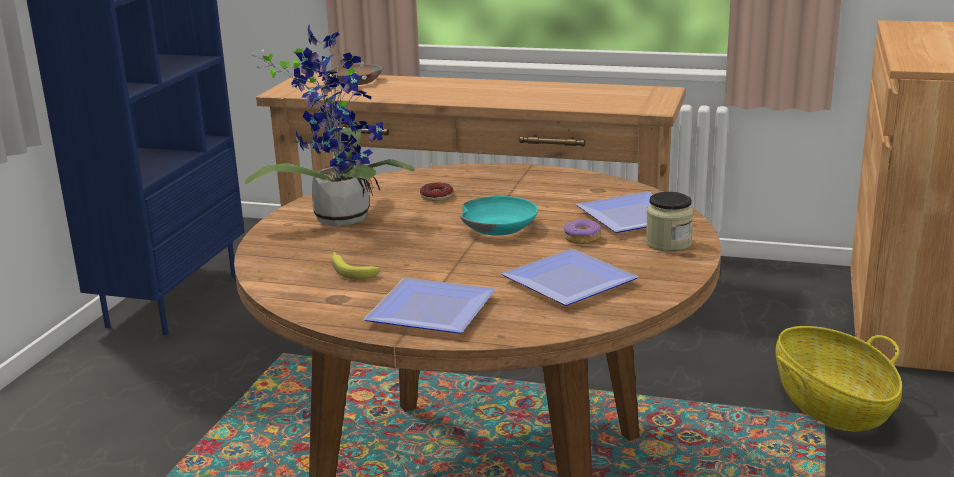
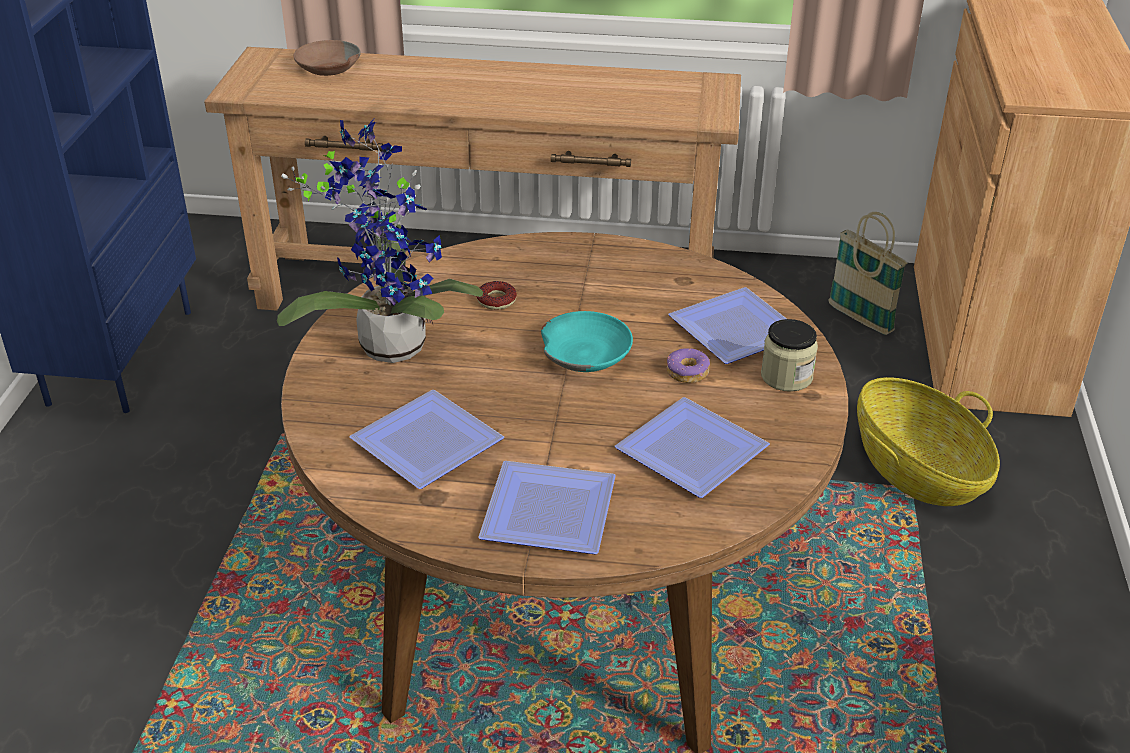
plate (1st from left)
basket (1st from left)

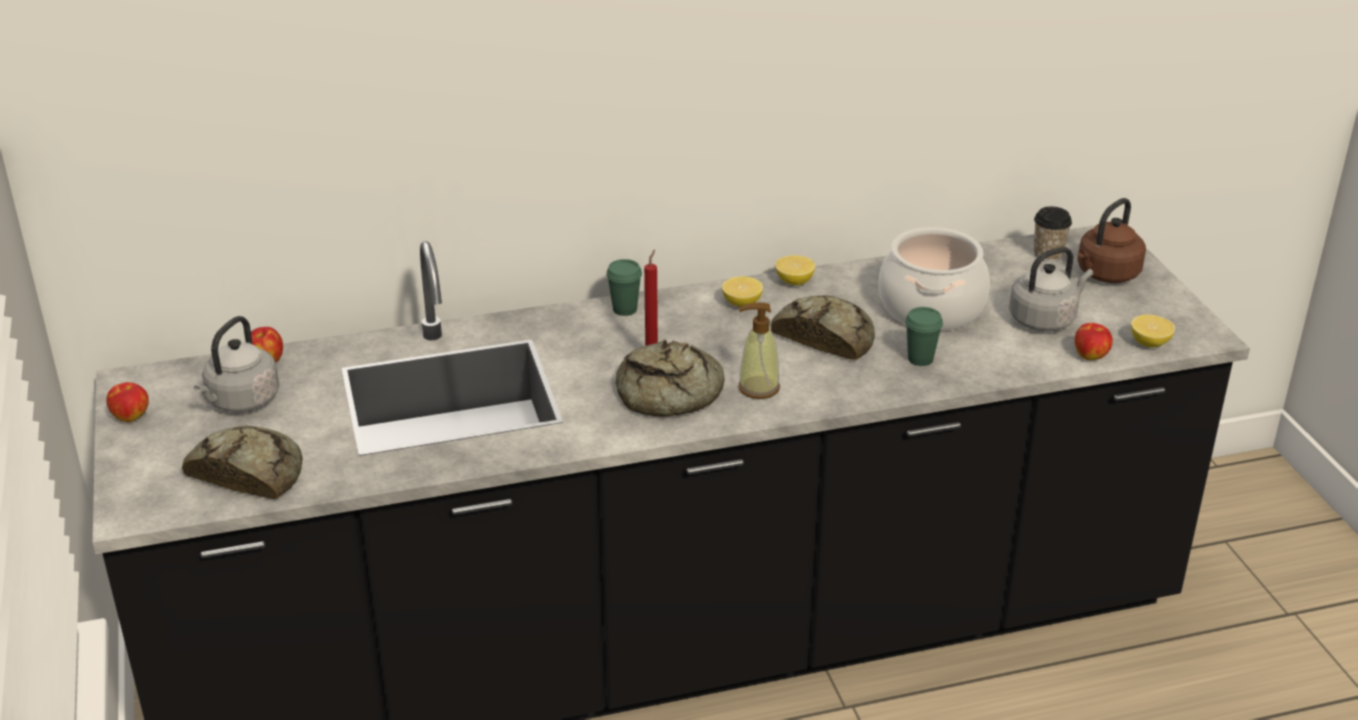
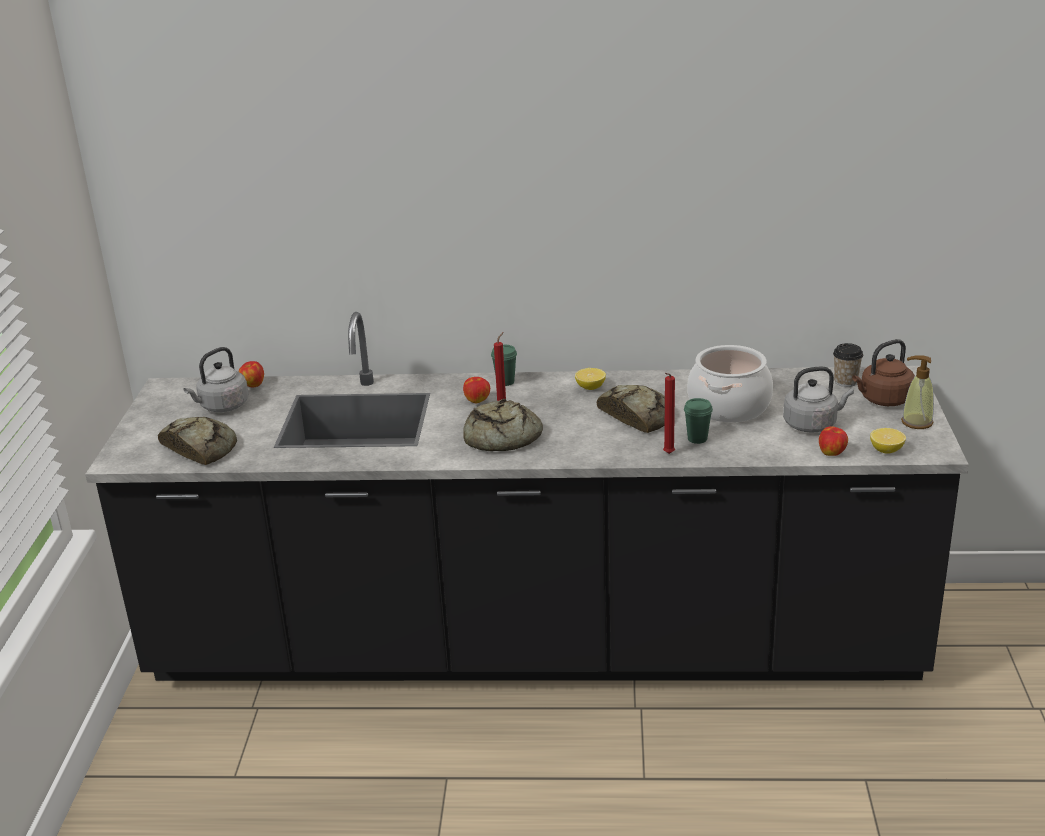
lemon (2nd from left in the first image)
soap_dispenser
apple (2nd from left)
red_candle (2nd from left)

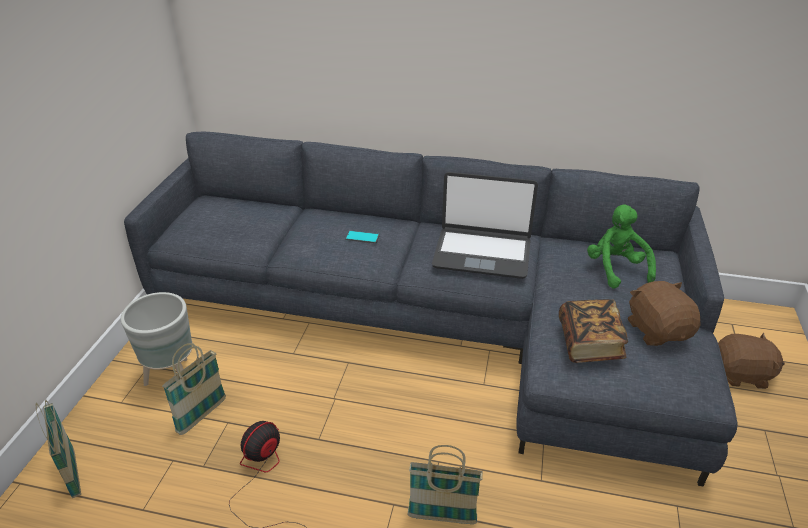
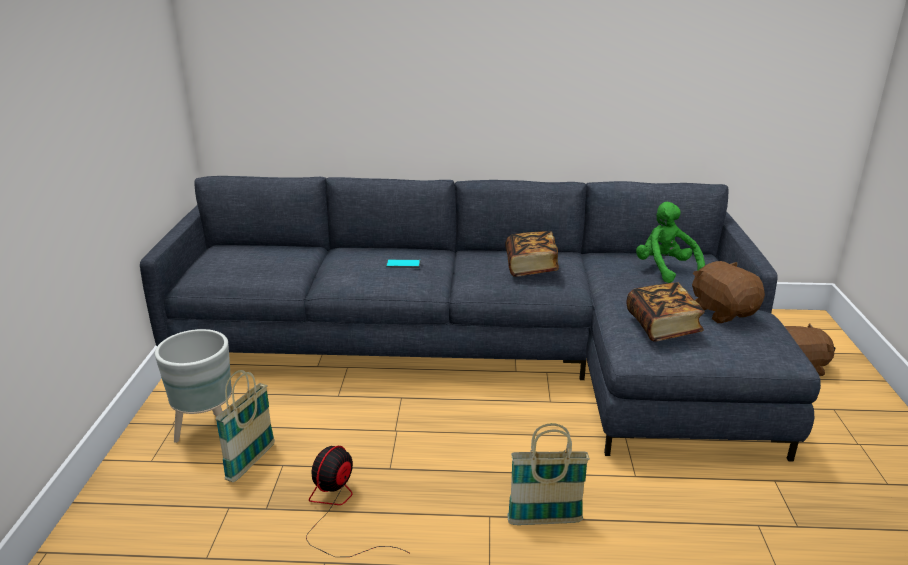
book (1st from left)
basket (1st from left in the first image)

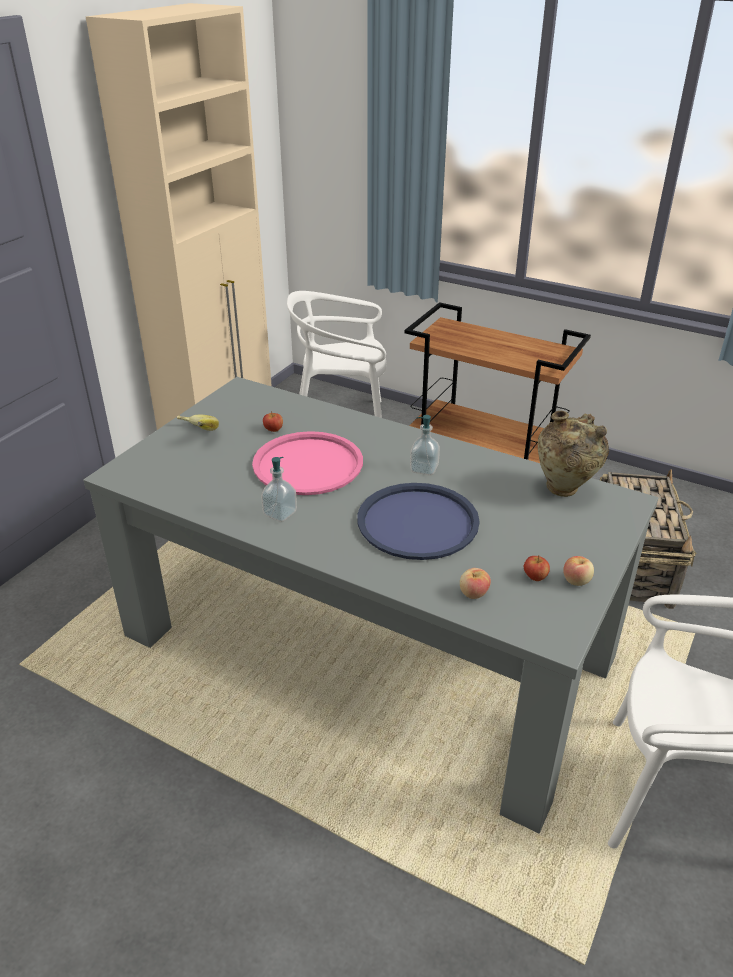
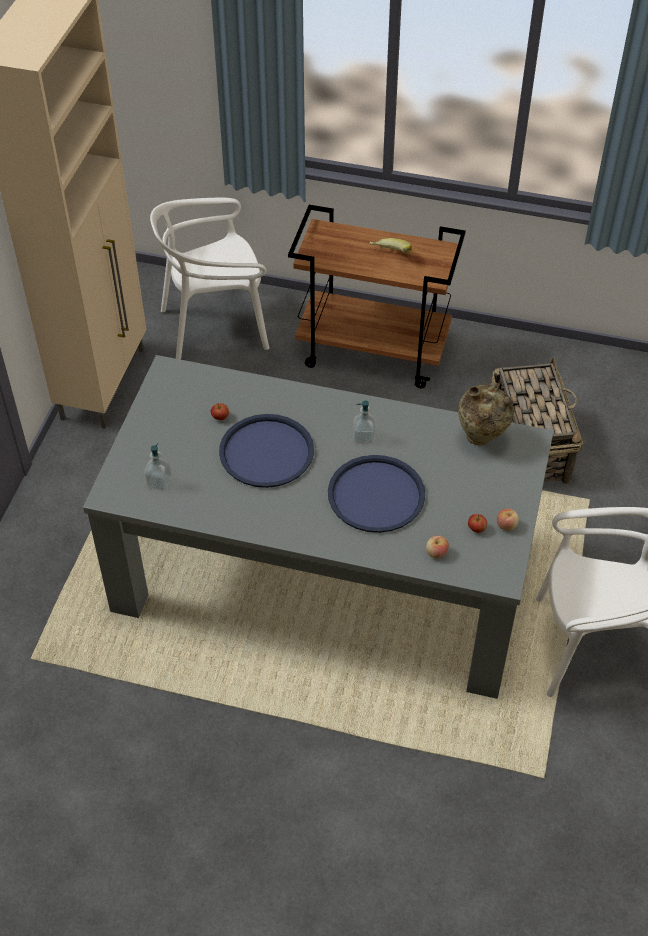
banana
blue_tray (1st from left)
soap_dispenser (1st from left)

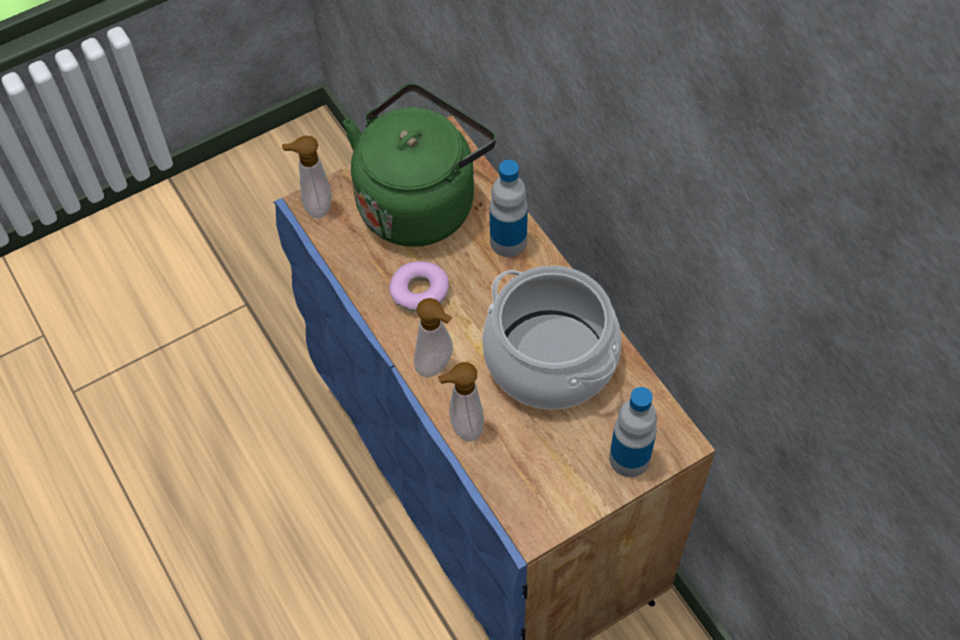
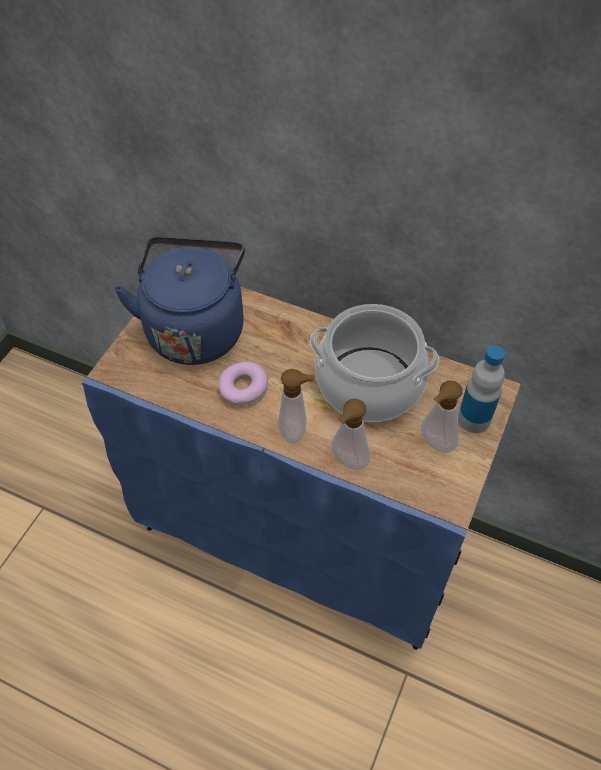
blue_kettle
soap_dispenser (3rd from left)
bottle (1st from left in the first image)

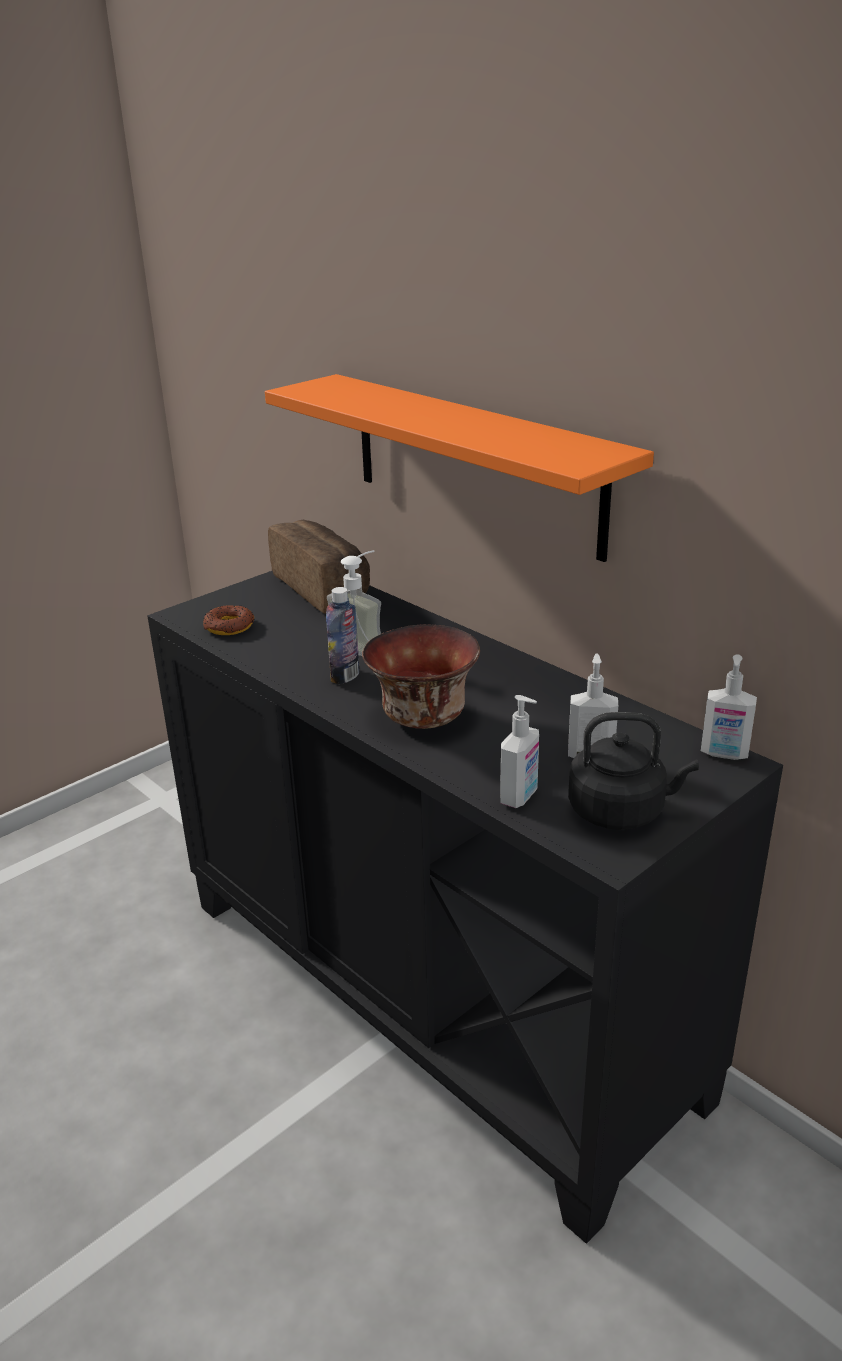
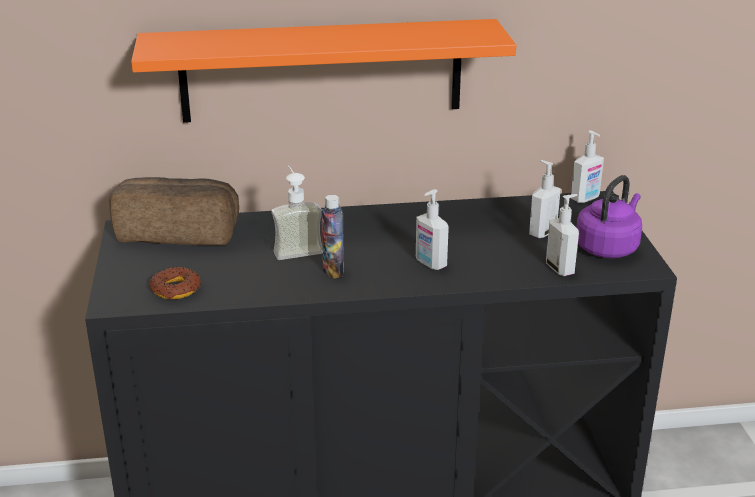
soap_dispenser (2nd from left)
purple_kettle

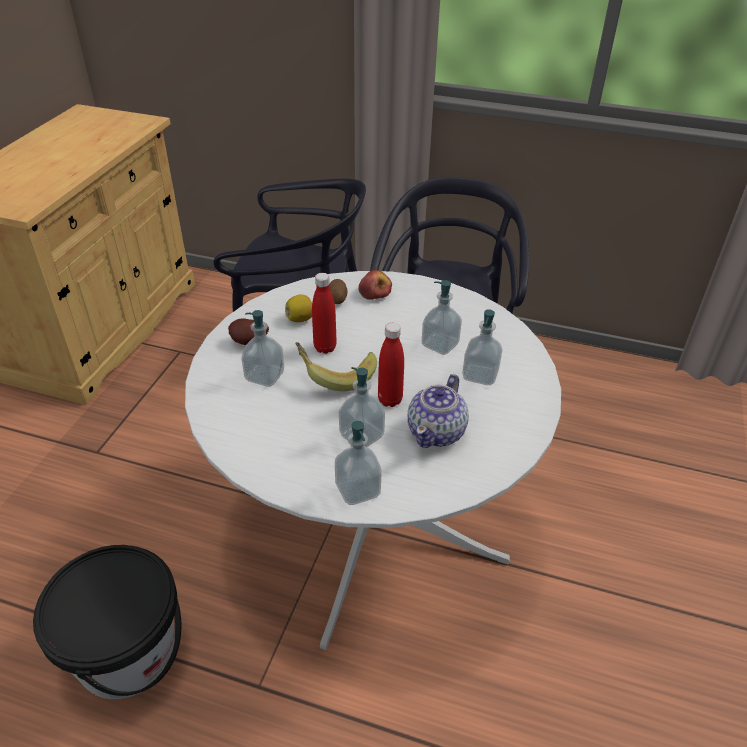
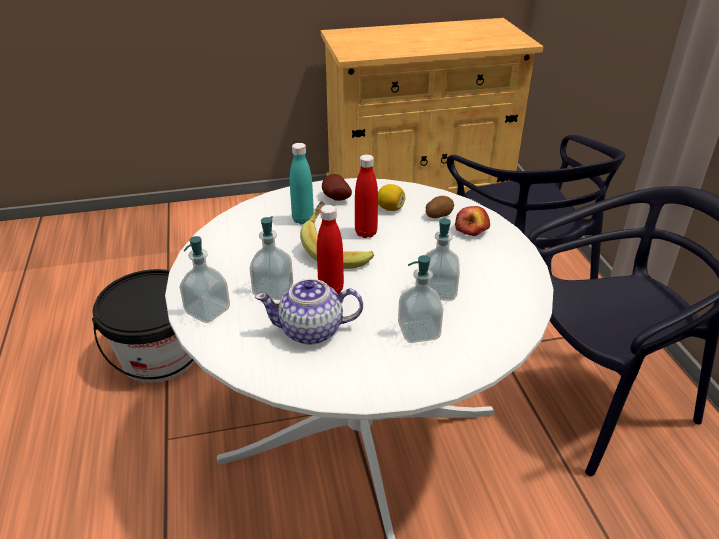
turquoise_bottle

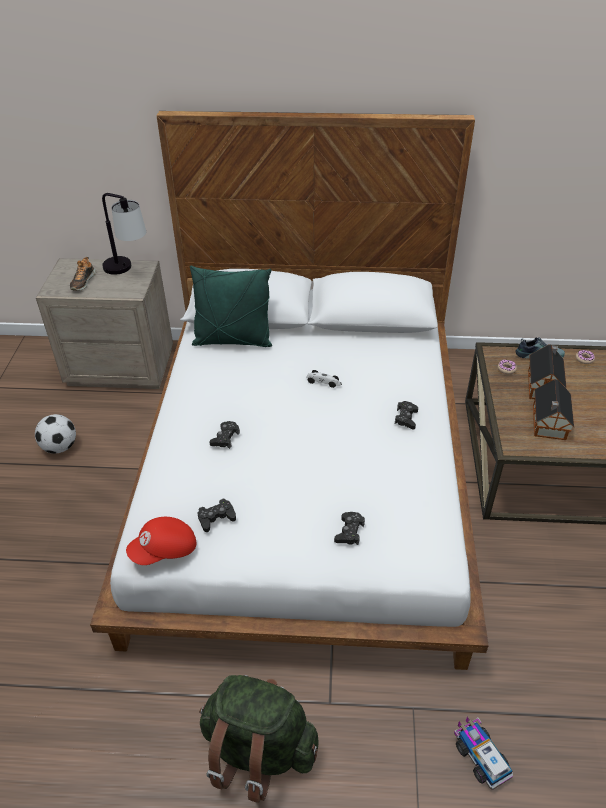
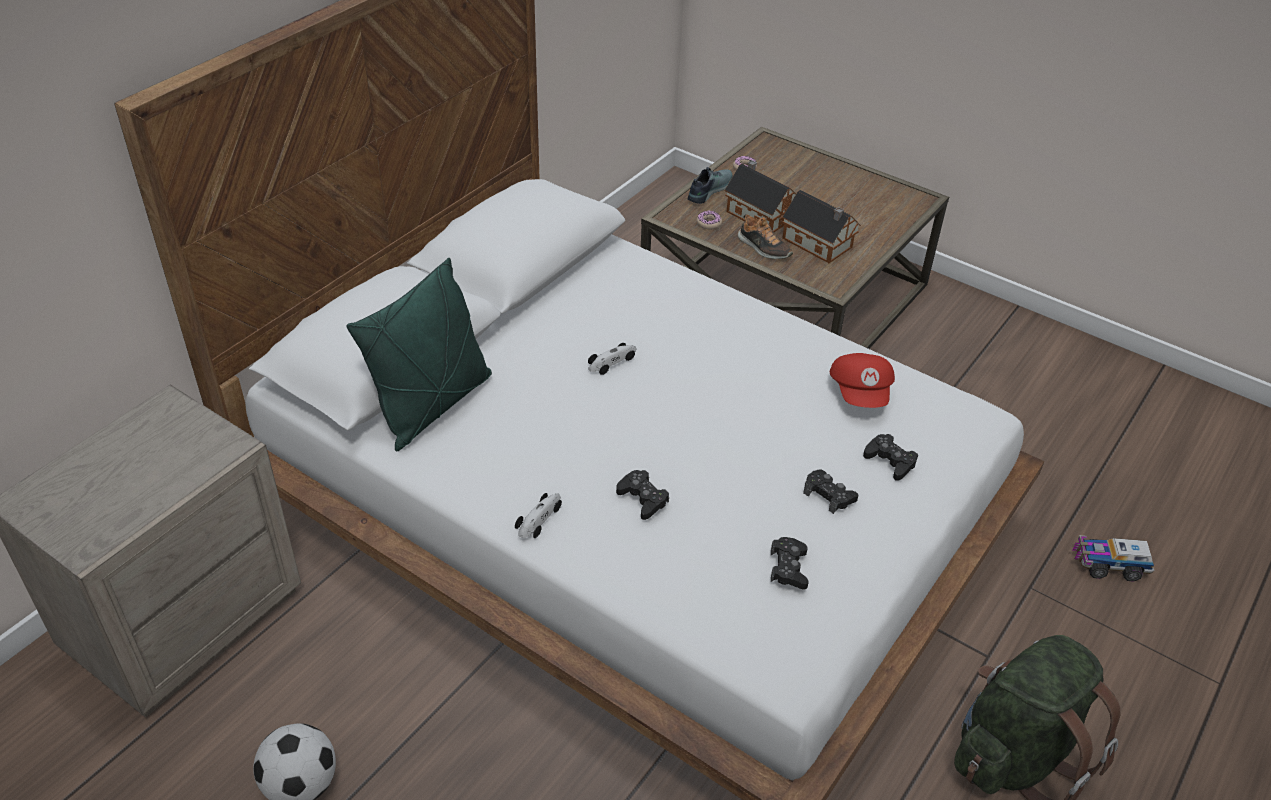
table_lamp
shoe (2nd from left)
black_game_controller (3rd from left)
red_cap
toy_car (1st from left)

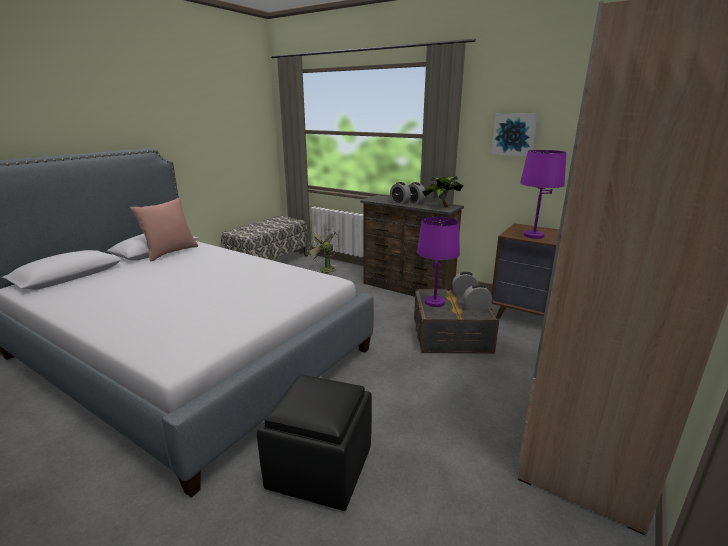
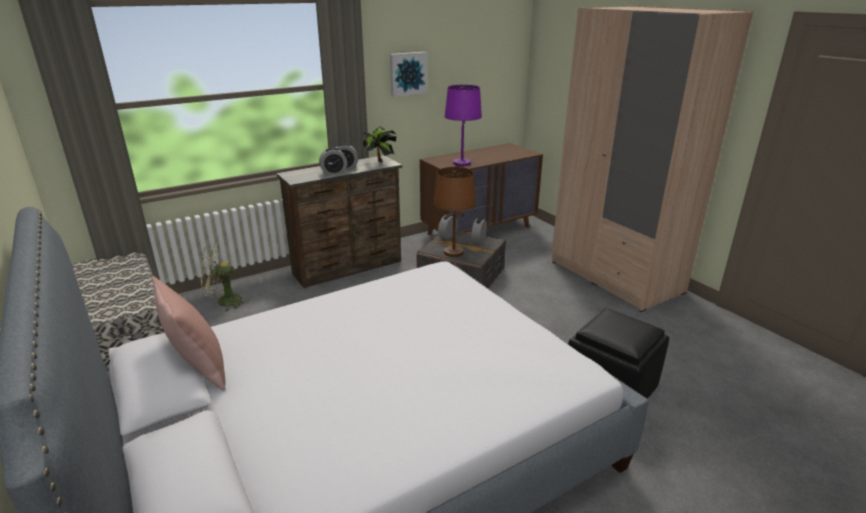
brown_table_lamp

